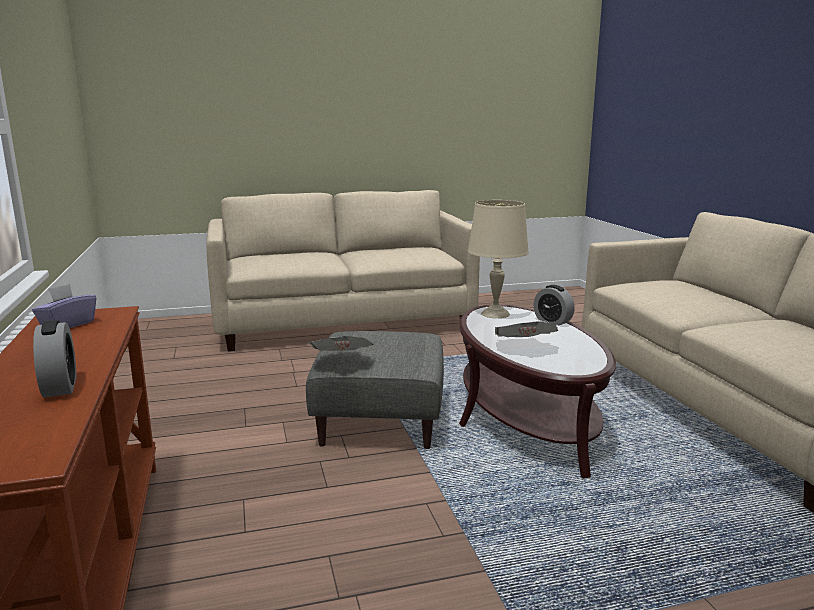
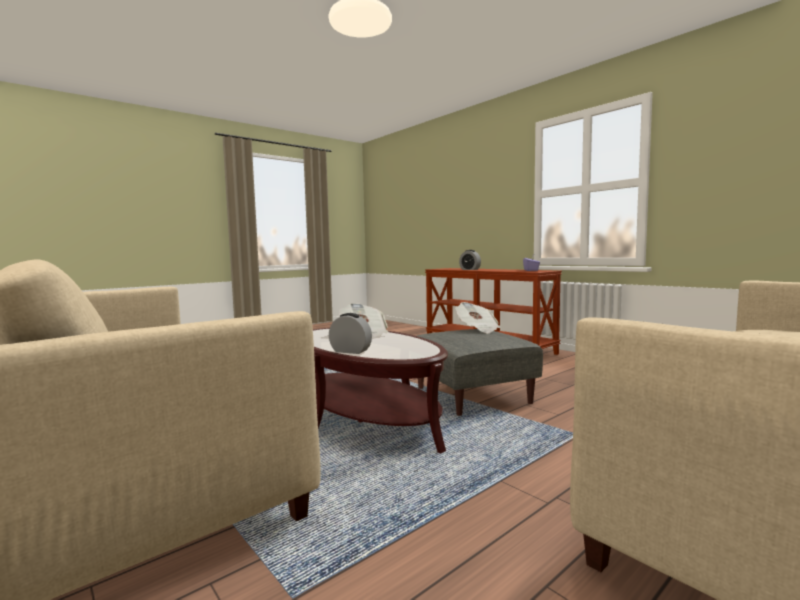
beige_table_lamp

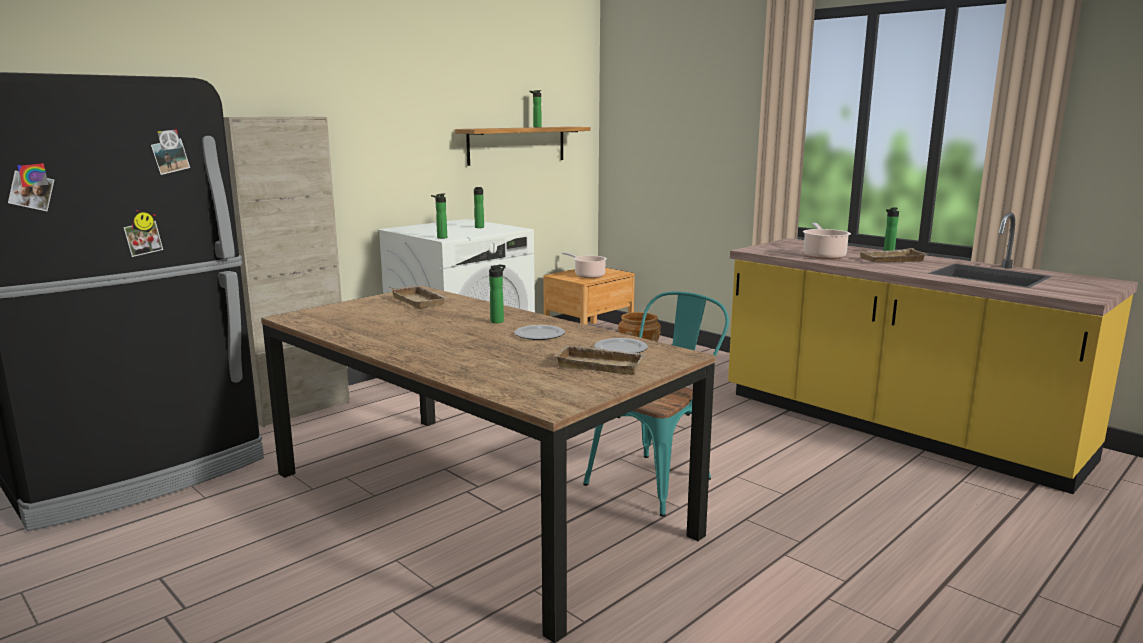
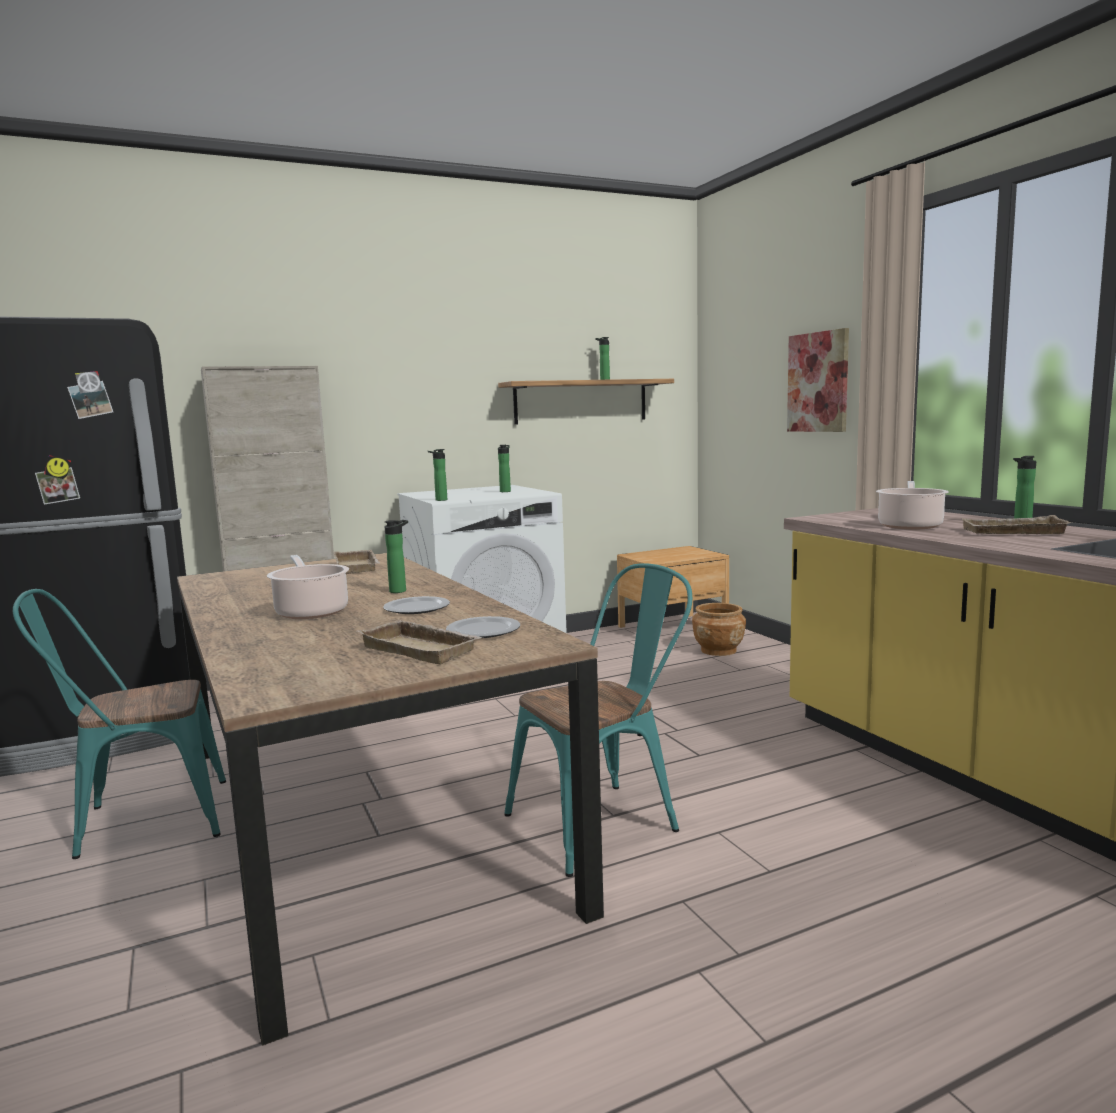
cooking_pot (1st from left)
picture
turquoise_chair (1st from left)

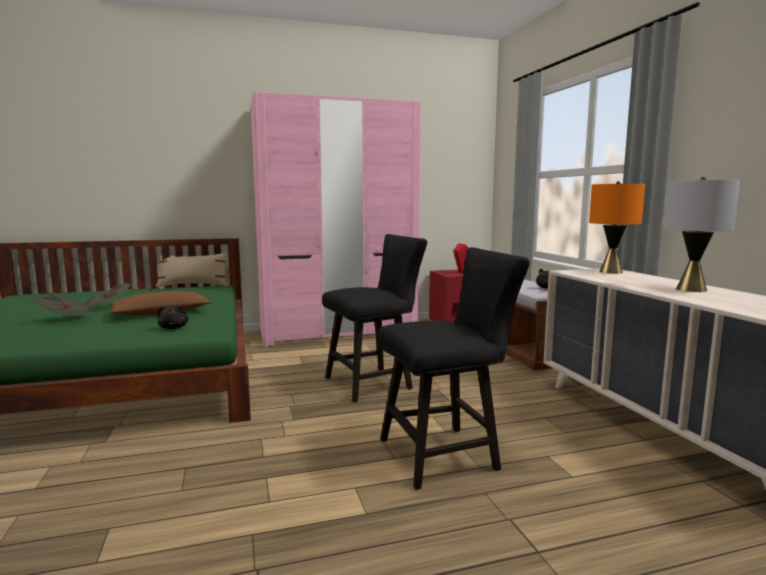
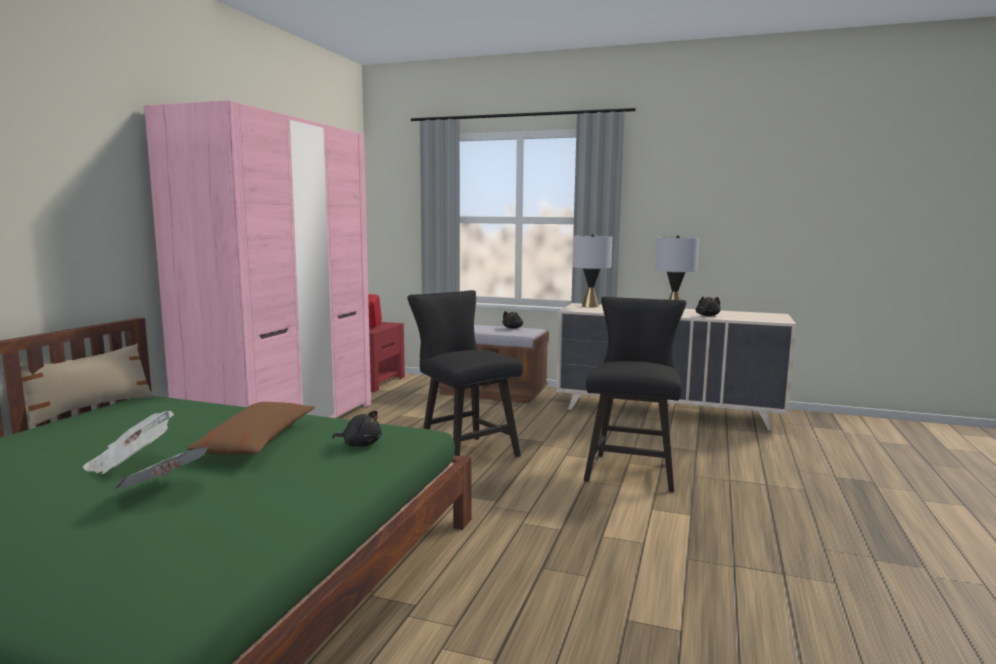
grey_table_lamp (1st from left)
black_chair (1st from left)
black_plush_toy (3rd from left)

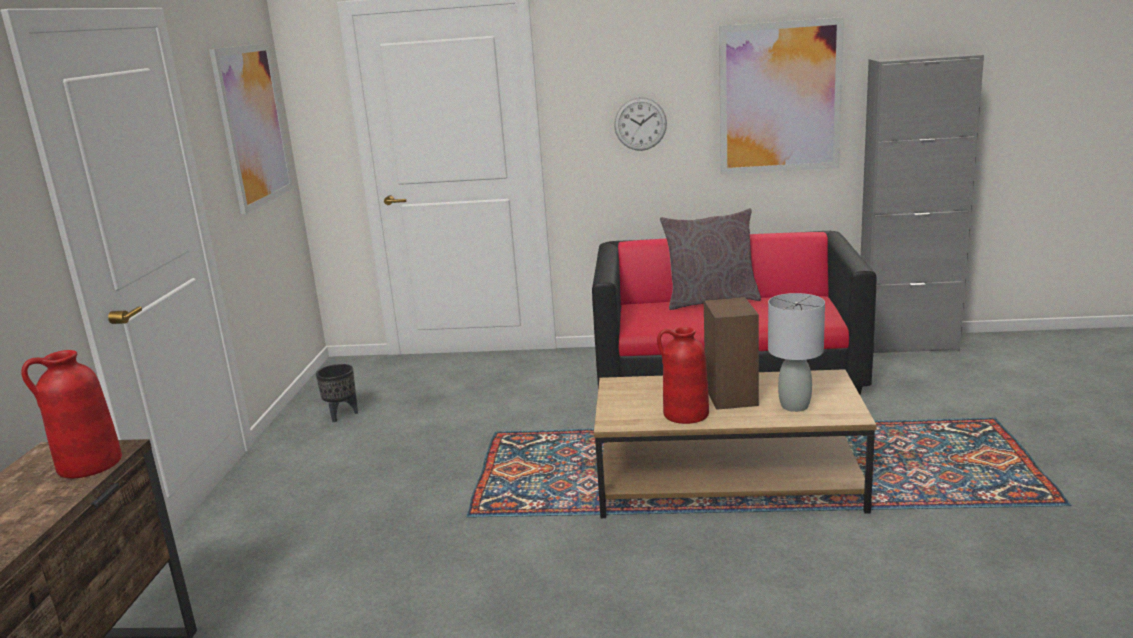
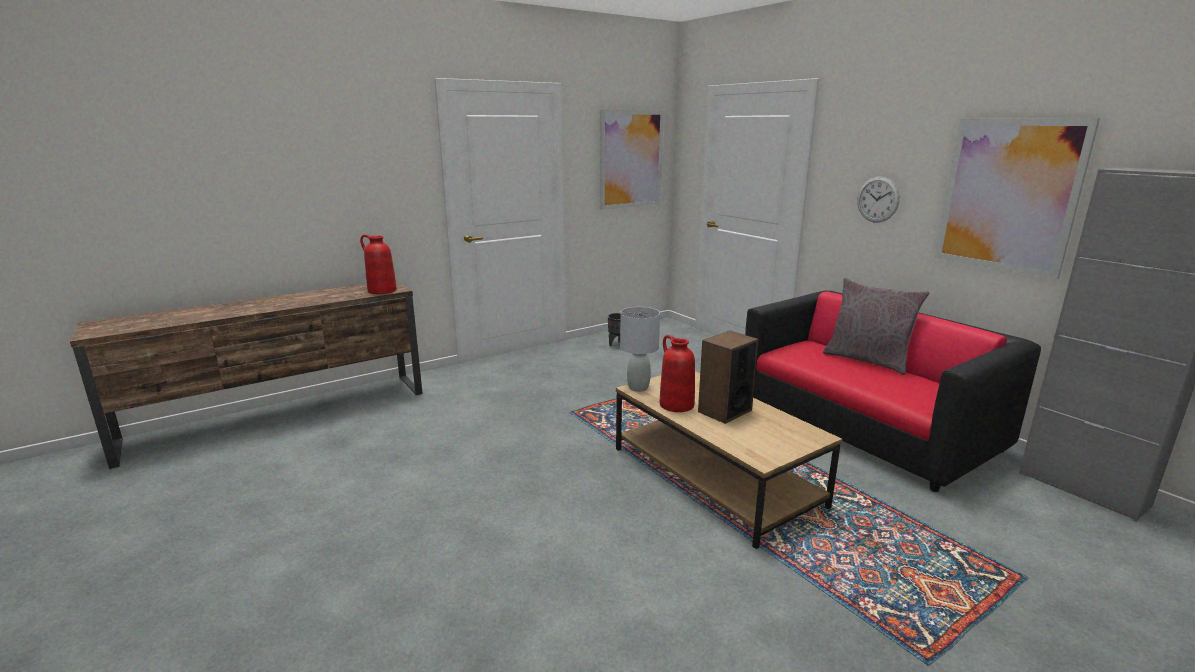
grey_table_lamp

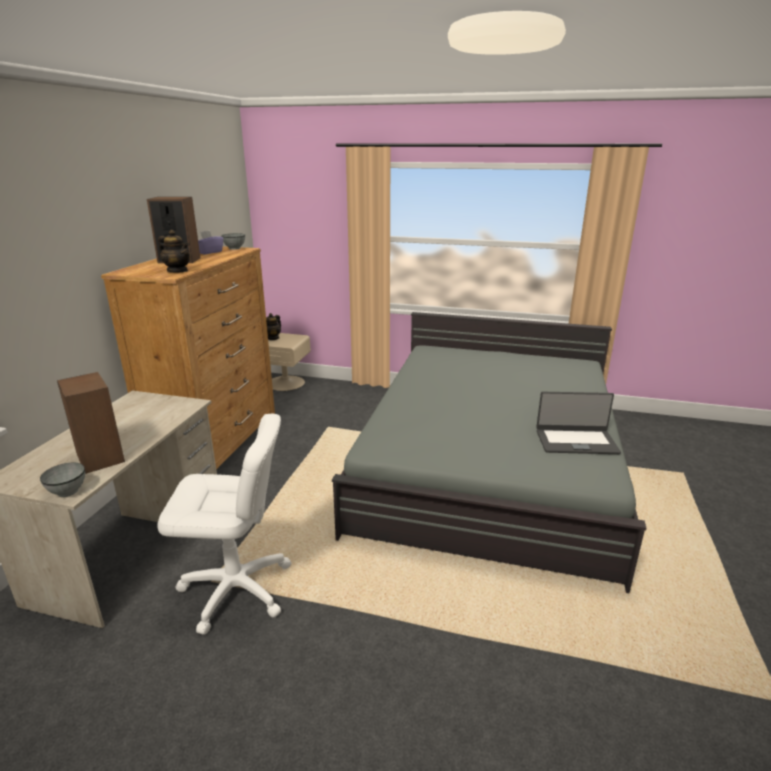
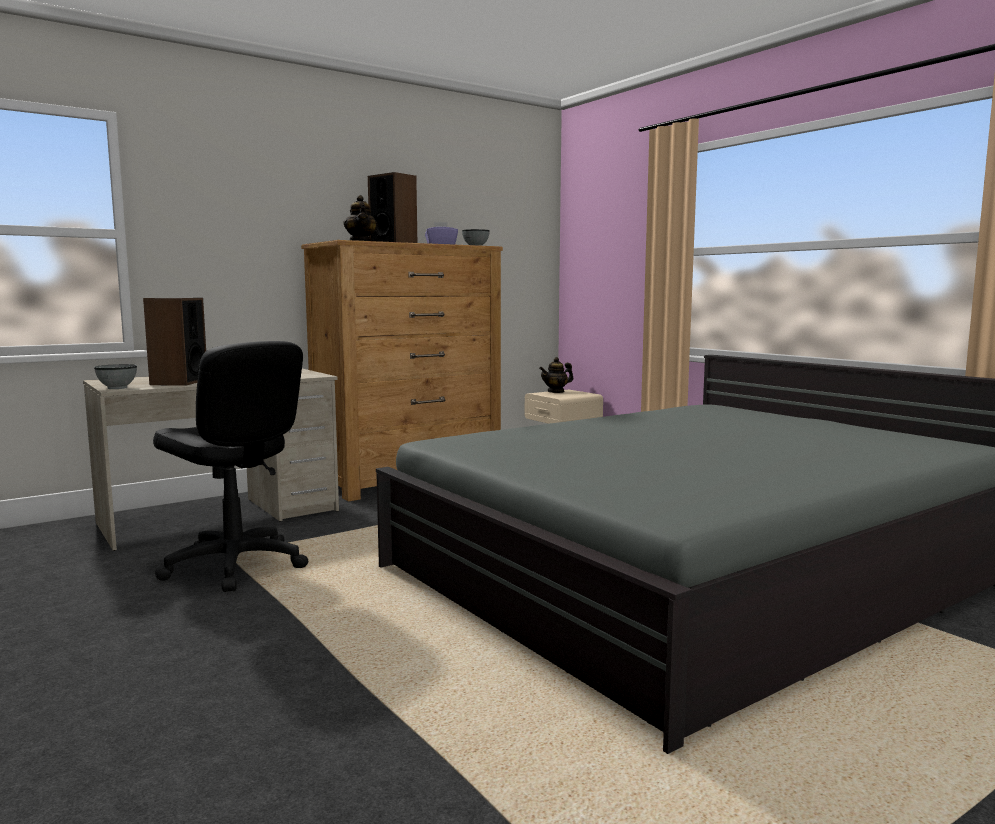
laptop
black_office_chair

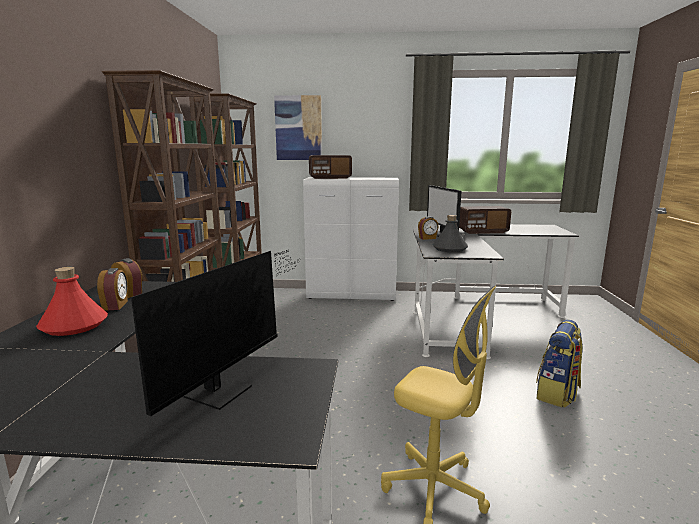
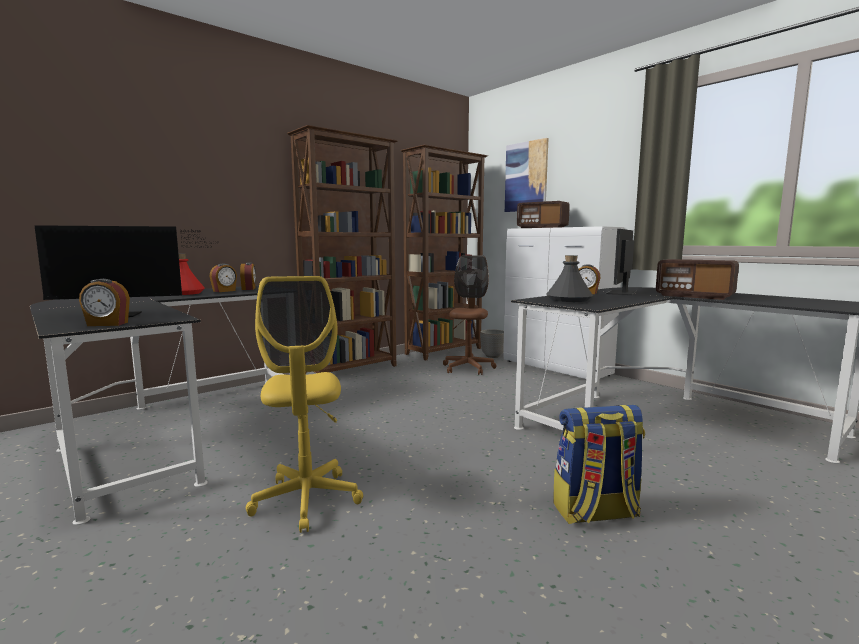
brown_office_chair
alarm_clock (1st from left)
planter

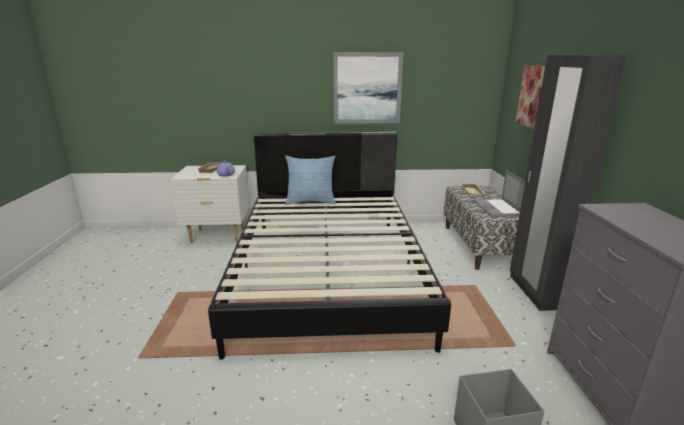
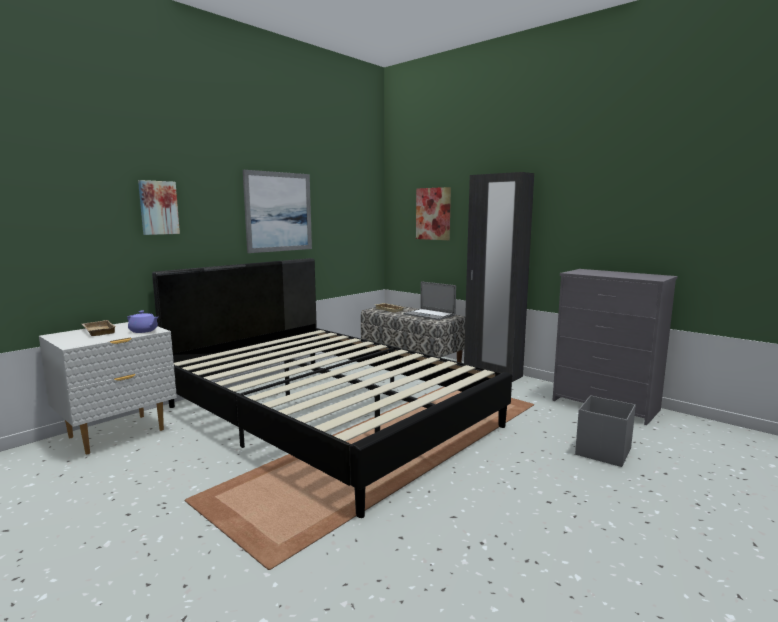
pillow
picture (1st from left)

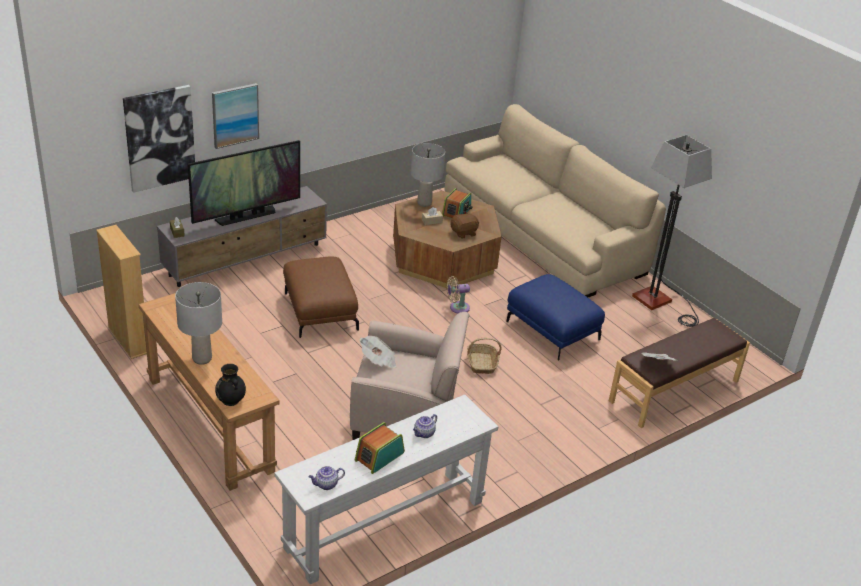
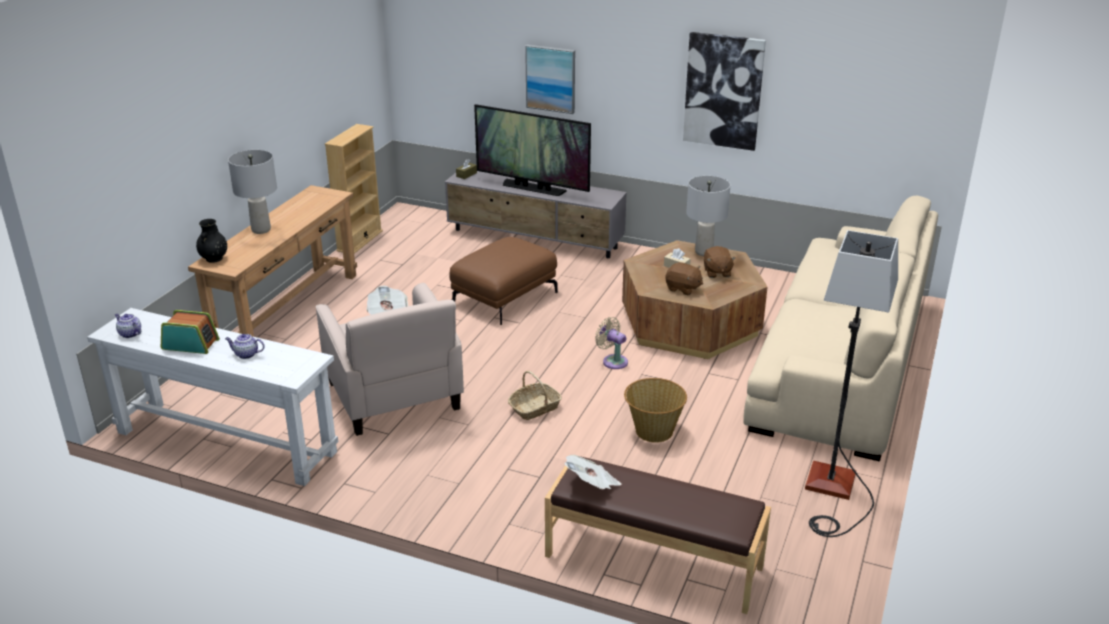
picture (2nd from left)
brown_plush_toy (2nd from left)
basket (2nd from left)

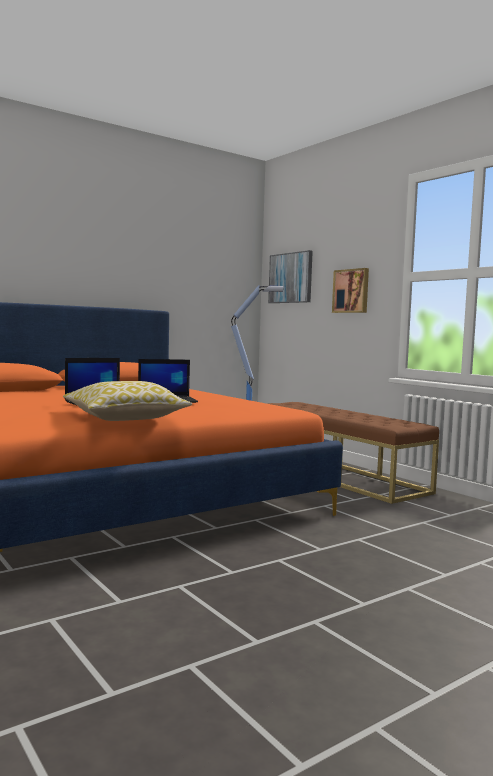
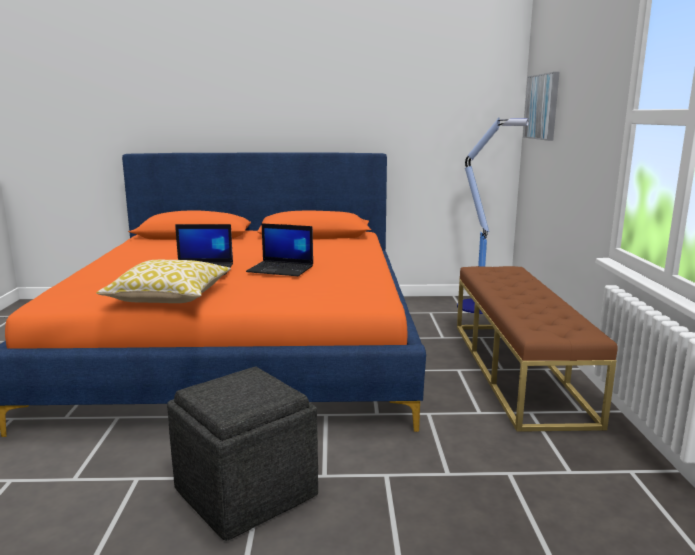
picture (2nd from left in the first image)
grey_ottoman

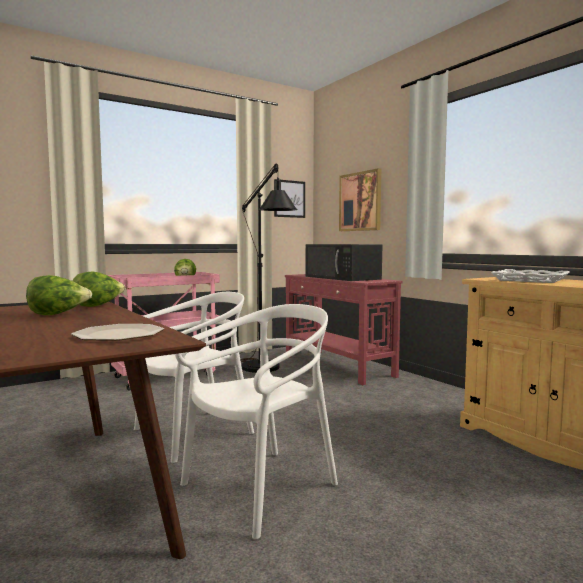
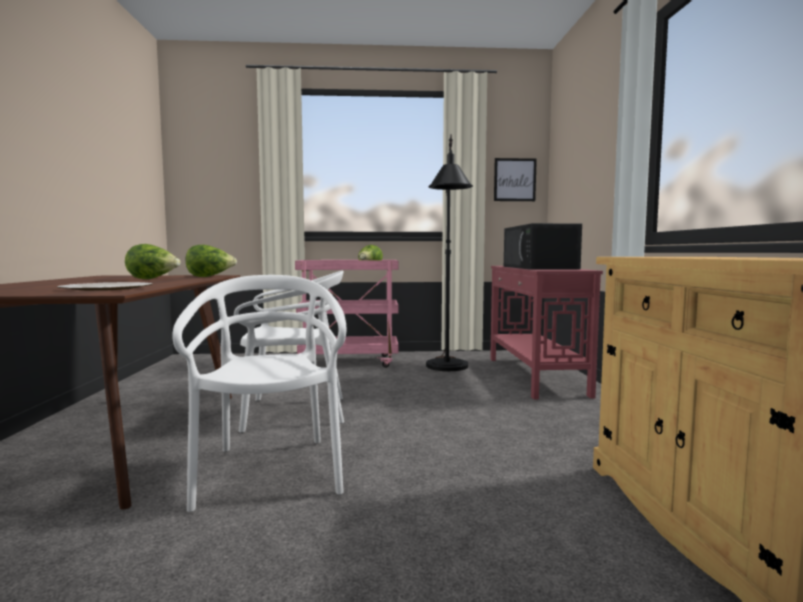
picture (2nd from left in the first image)
white_tray
white_chair (1st from left)

